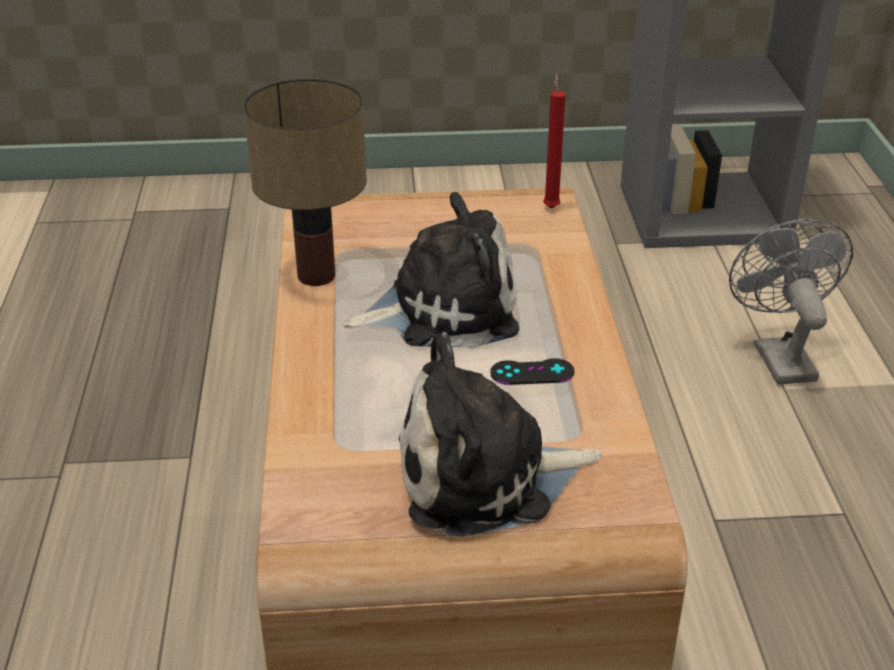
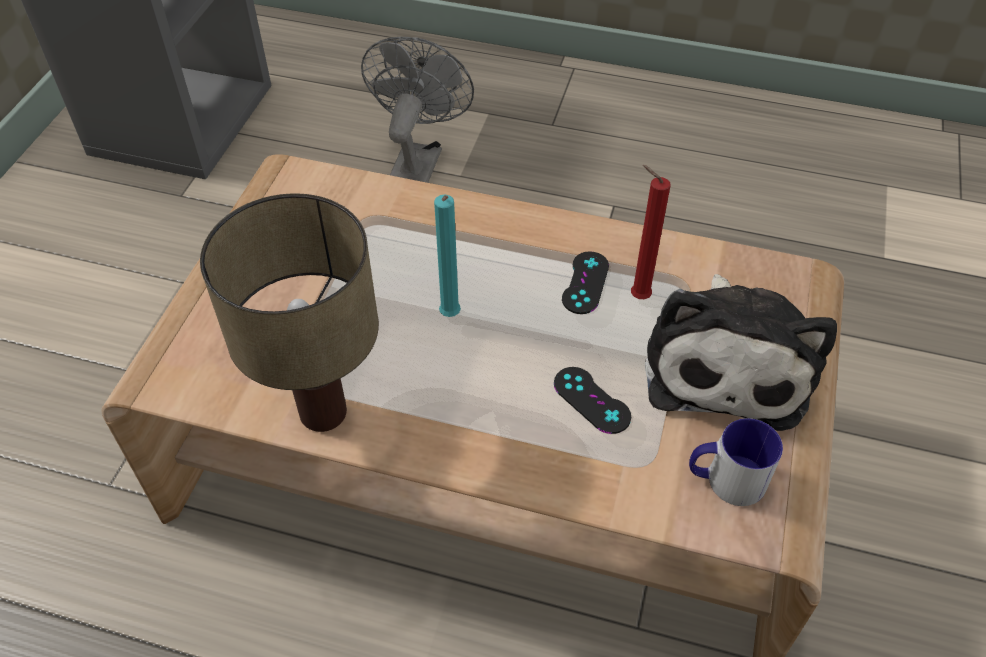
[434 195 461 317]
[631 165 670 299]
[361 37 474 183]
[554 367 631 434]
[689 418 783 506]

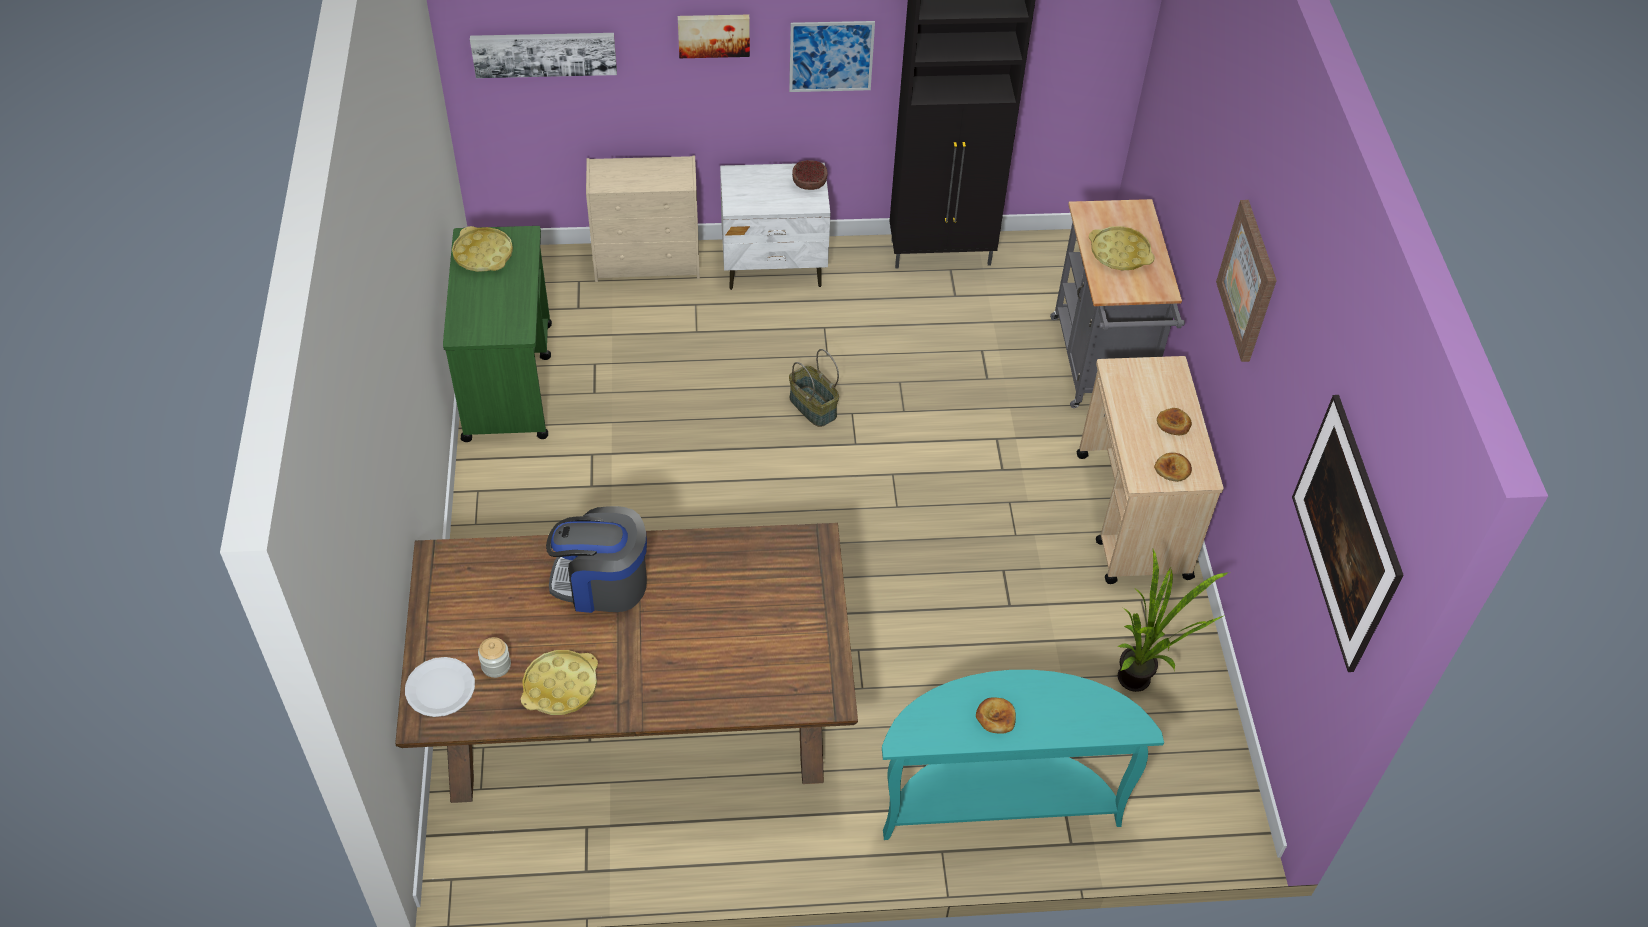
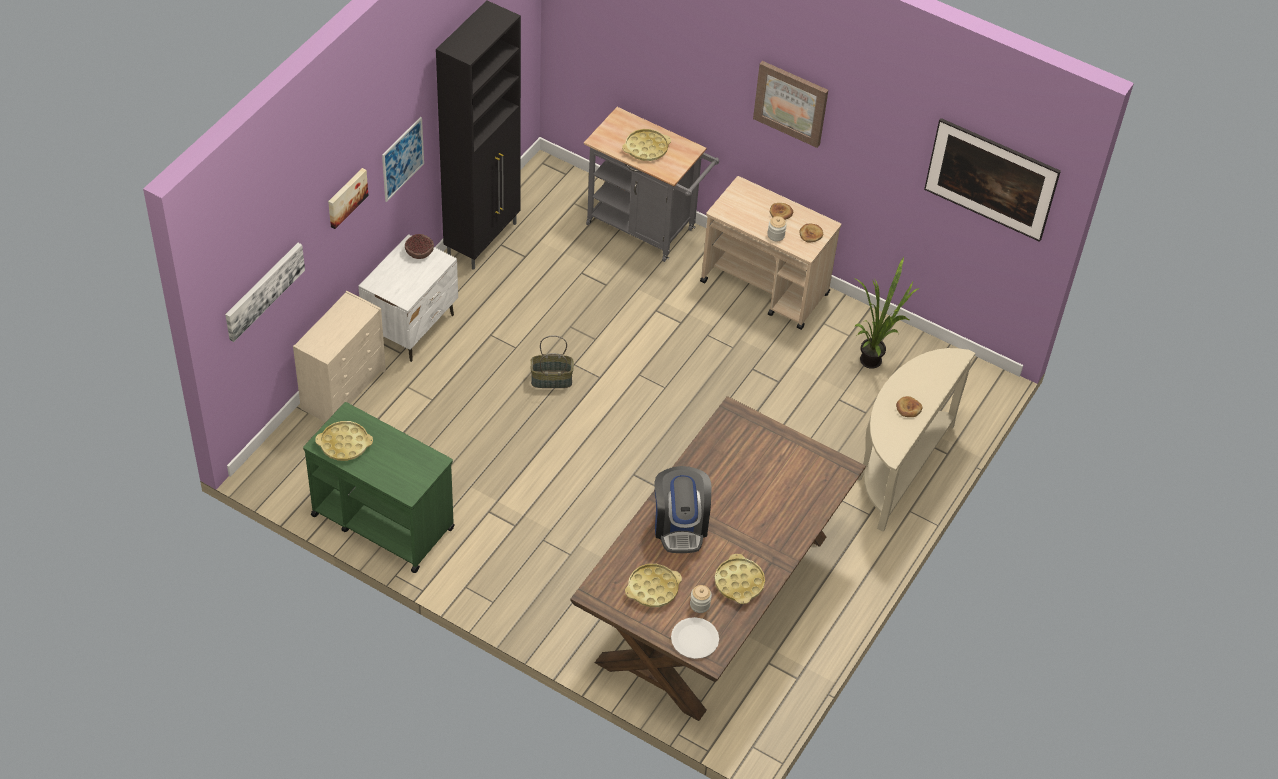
[655 466 711 553]
[858 348 975 532]
[625 564 682 607]
[767 216 787 241]

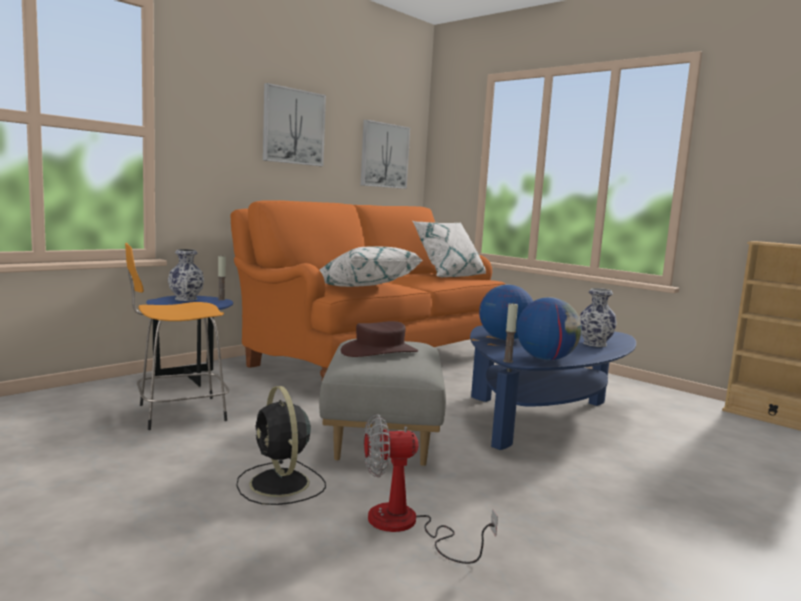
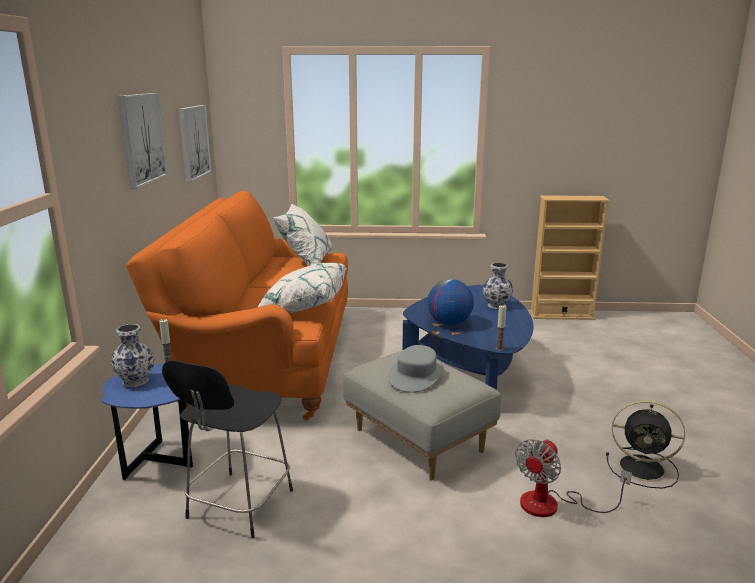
[162 360 293 539]
[606 400 685 489]
[388 345 444 392]
[517 297 582 361] (first image)

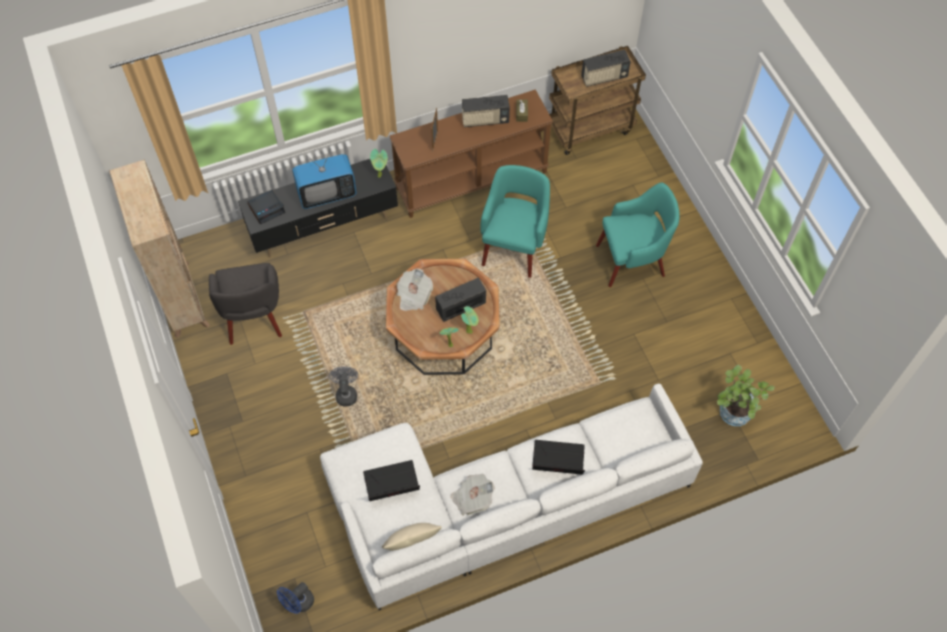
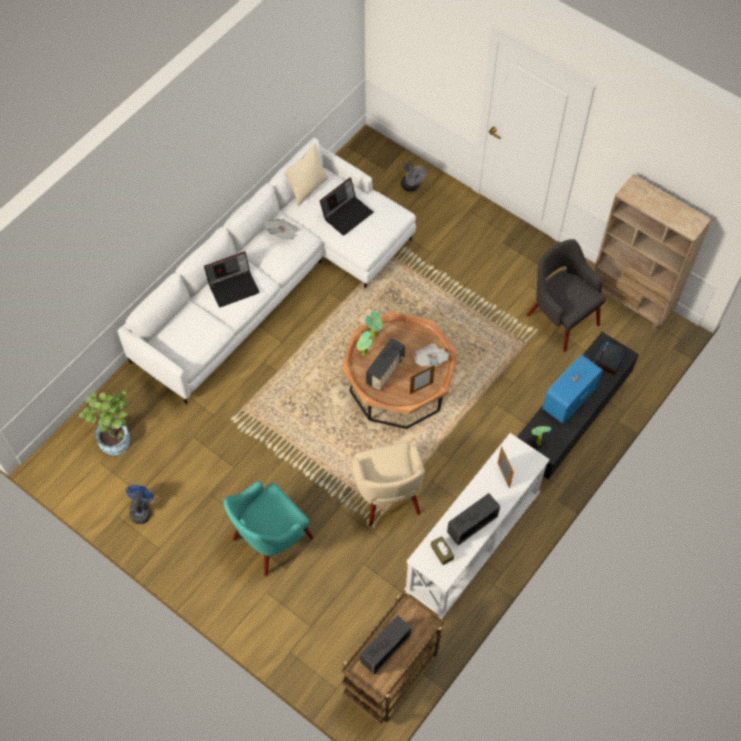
[126 485 154 524]
[401 162 427 192]
[404 433 550 619]
[352 442 425 526]
[410 365 435 394]

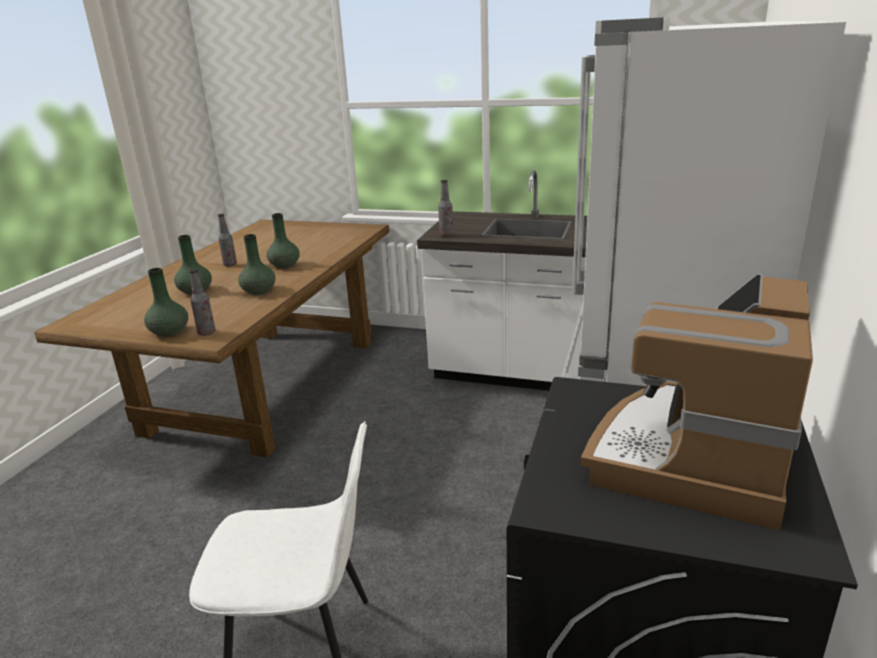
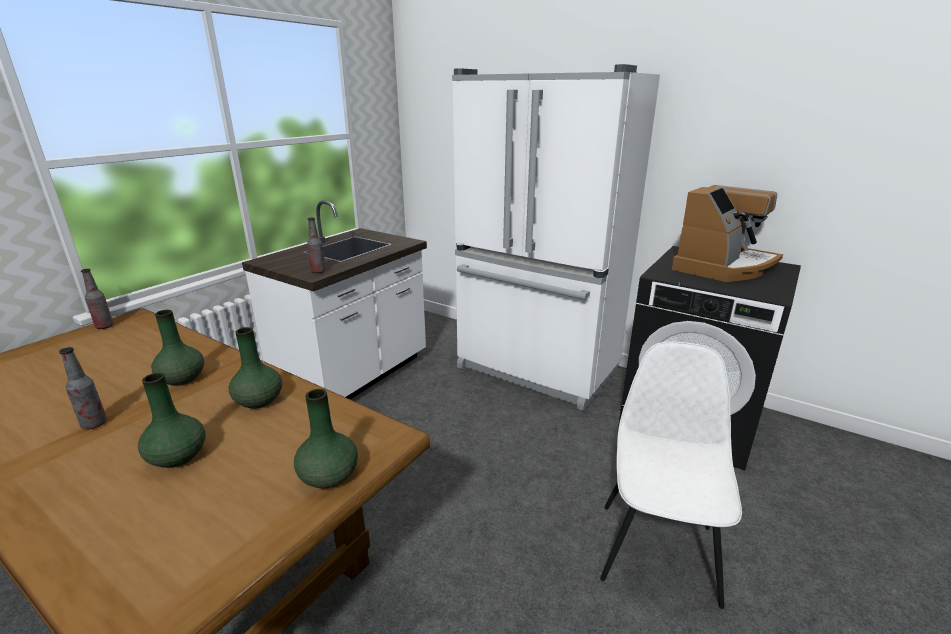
[81 269 114 329]
[672 185 783 282]

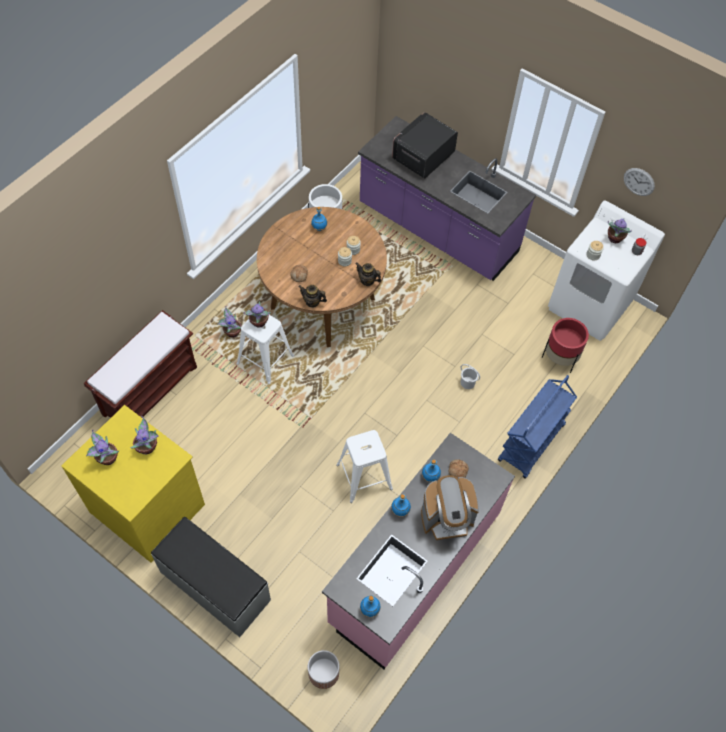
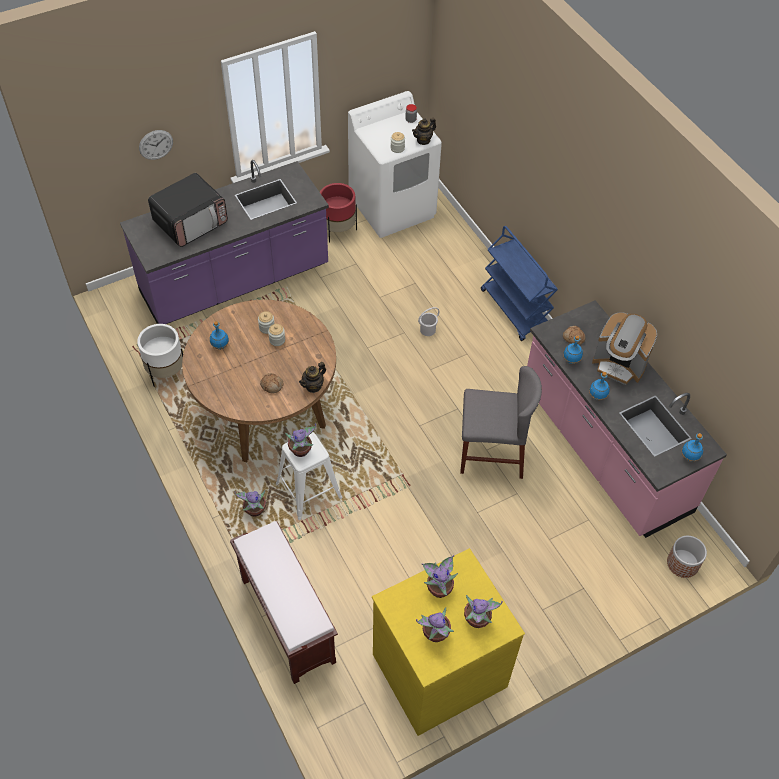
[151 517 271 637] (first image)
[460 366 542 479]
[412 118 436 145]
[148 173 228 247]
[592 312 657 385]
[320 183 357 243]
[464 595 503 628]
[139 130 173 160]

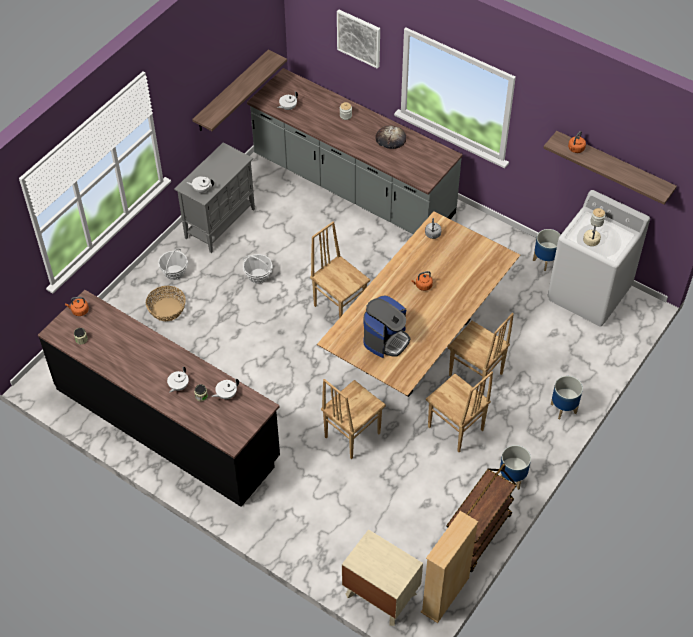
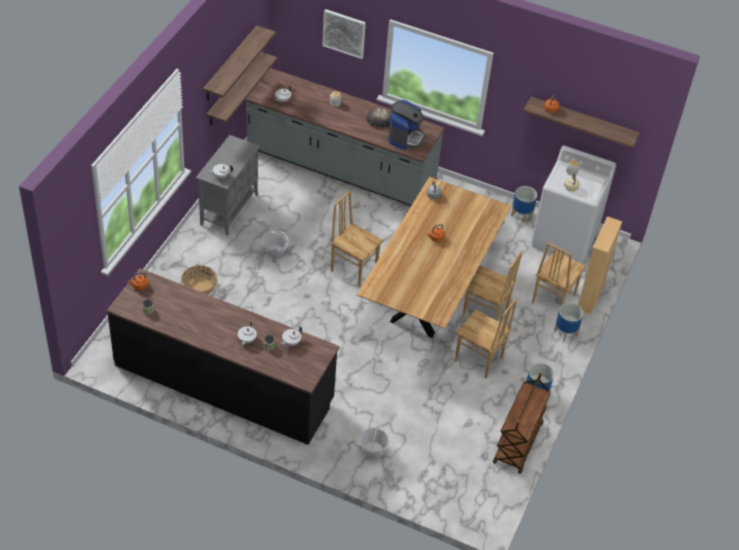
[359 425 390 458]
[532 243 586 307]
[342 529 423 626] (first image)
[388 100 425 150]
[578 216 622 315]
[203 25 276 100]

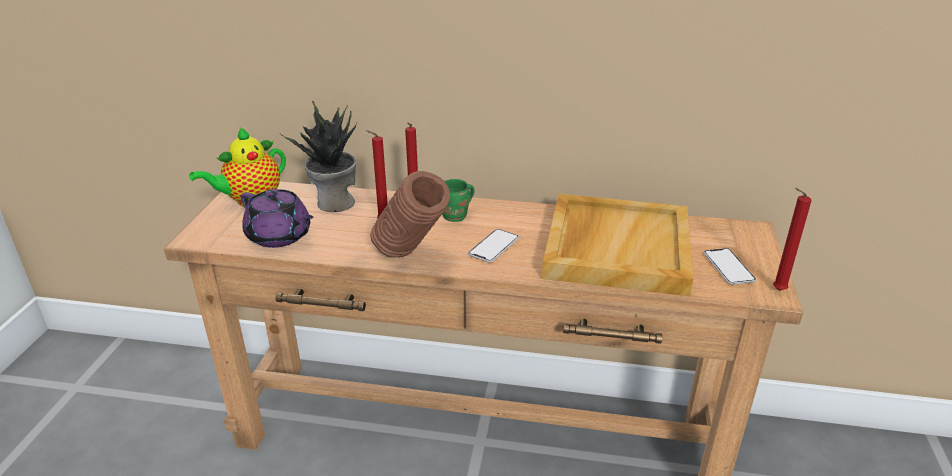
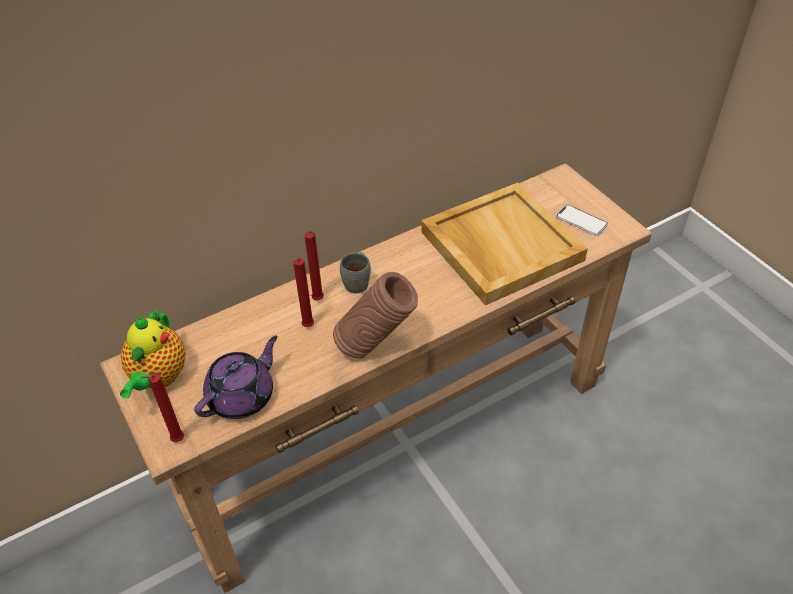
[194 336 278 419]
[281 100 358 212] (first image)
[340 252 371 294]
[468 229 519 263] (first image)
[140 373 184 442]

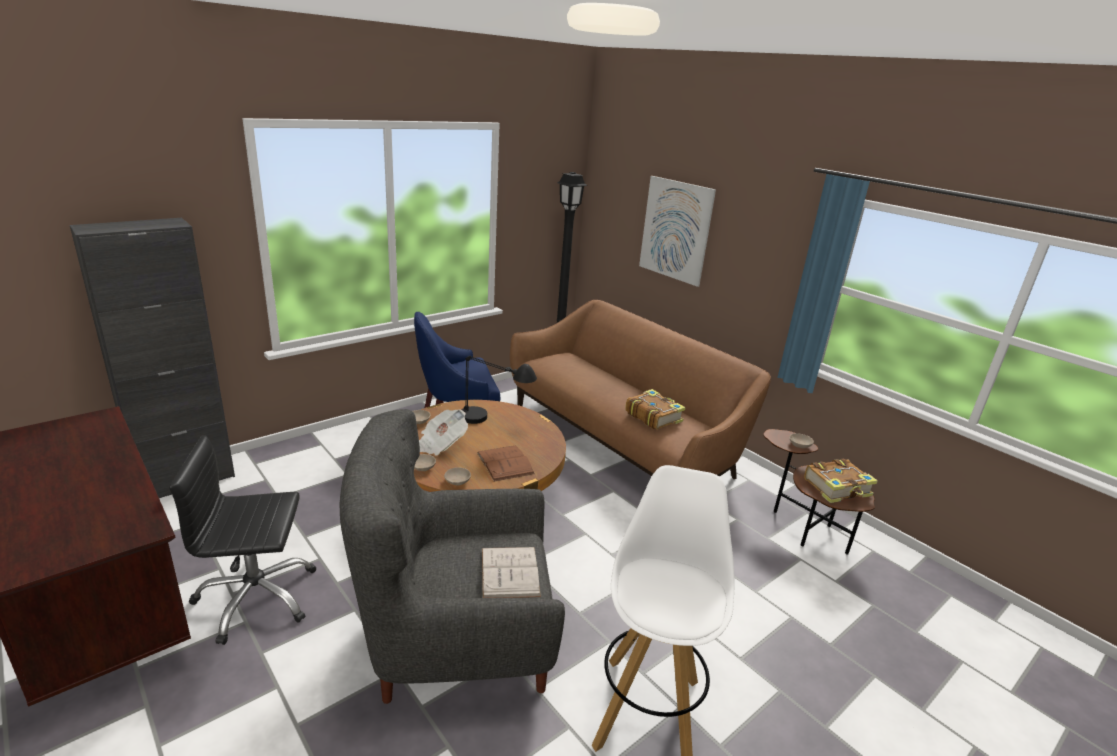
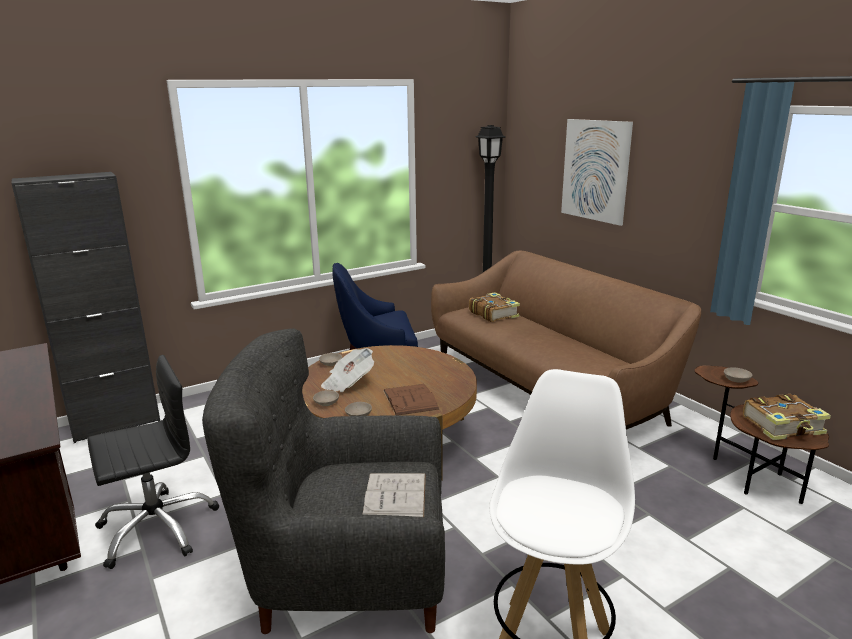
[88 355 219 569]
[462 356 537 424] (first image)
[469 292 520 322]

